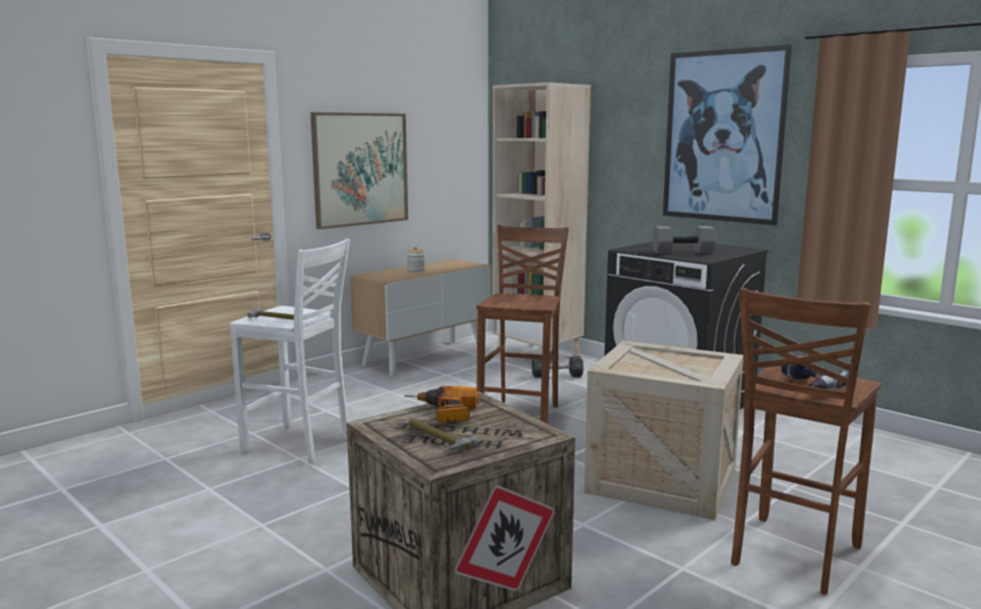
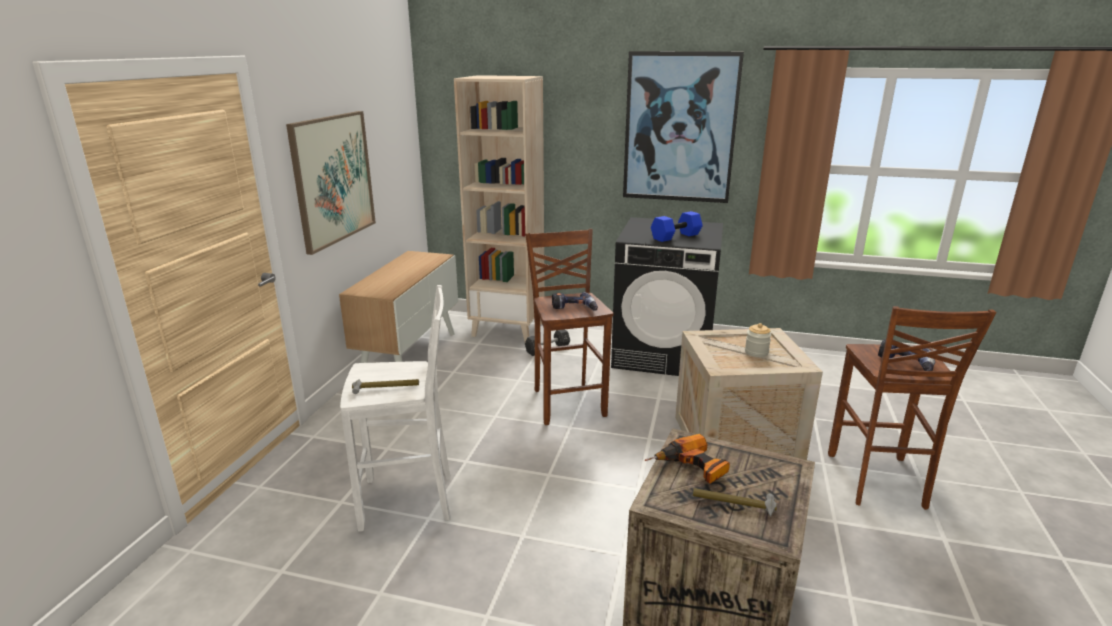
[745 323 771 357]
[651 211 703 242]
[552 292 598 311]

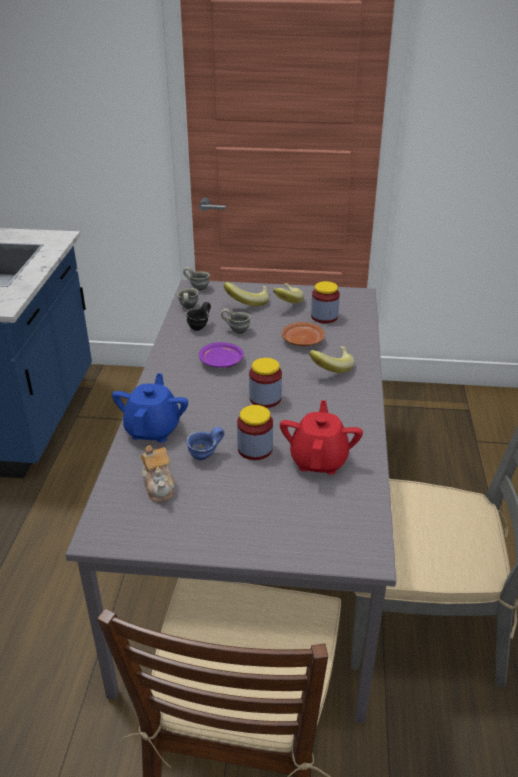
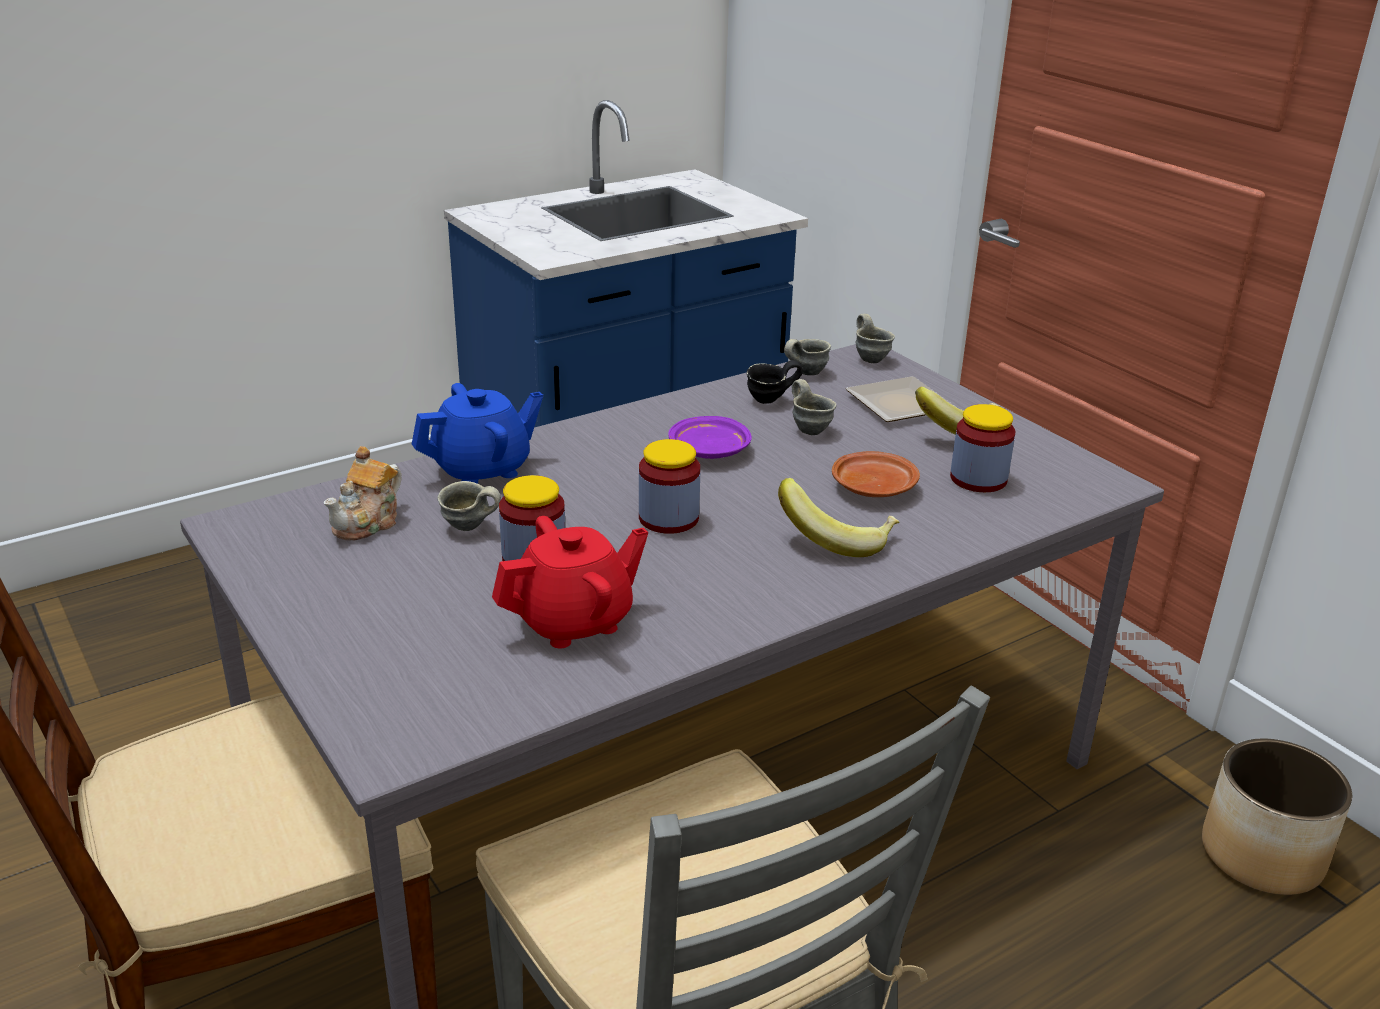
[437 481 501 531]
[846 376 956 422]
[1202 739 1352 895]

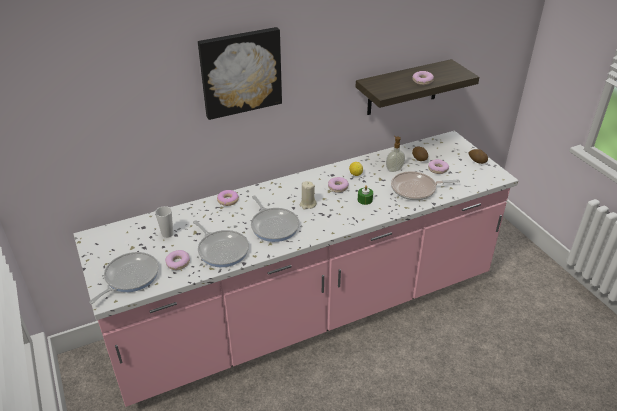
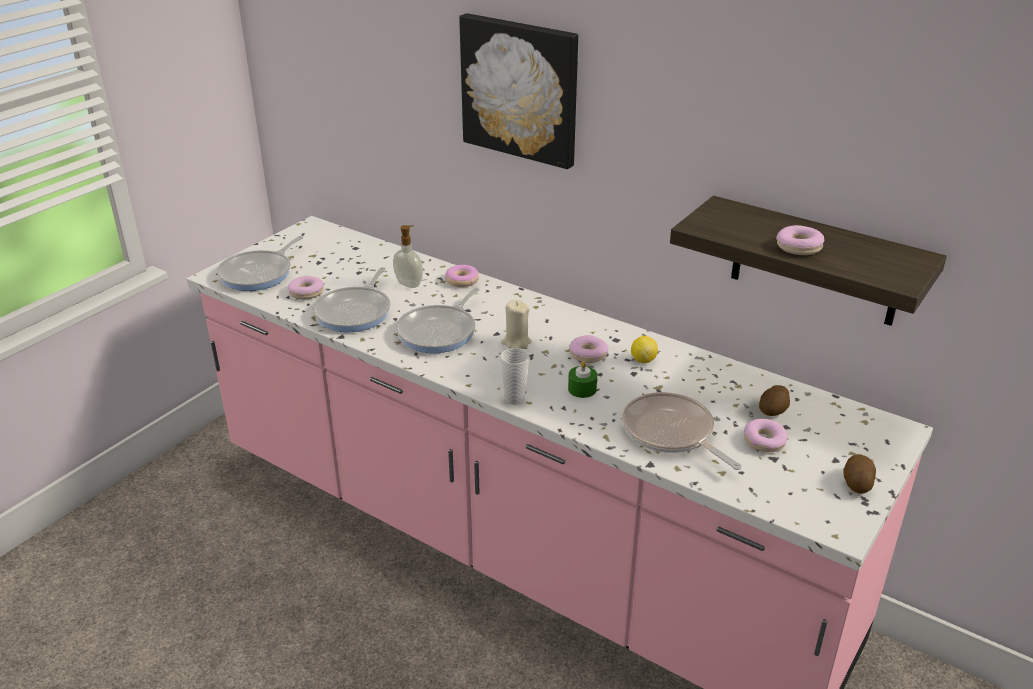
[217 236 304 291]
[500 348 529 405]
[393 225 423 288]

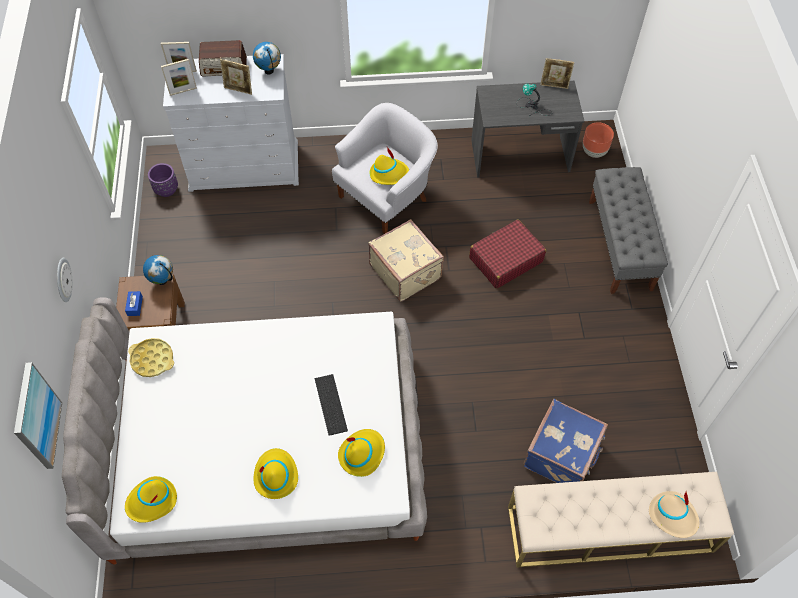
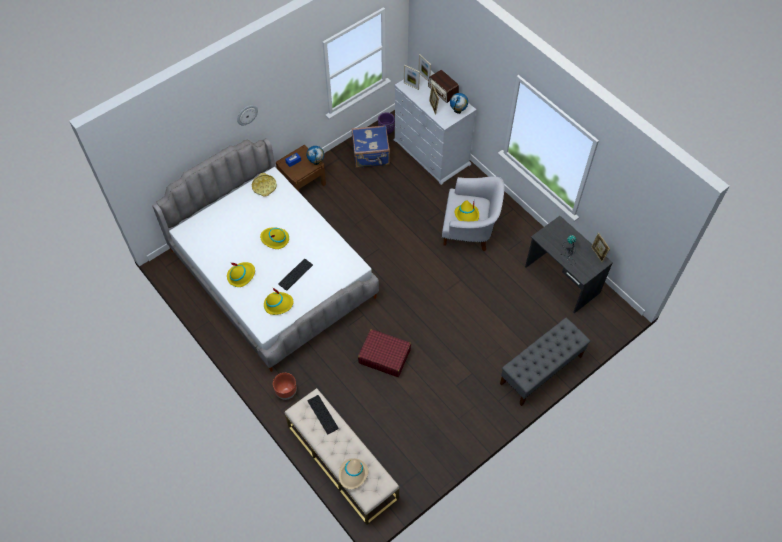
[14 362 62 469] (first image)
[260 227 289 249]
[368 219 444 302] (first image)
[358 329 411 377]
[351 125 390 168]
[273 373 297 400]
[307 395 339 434]

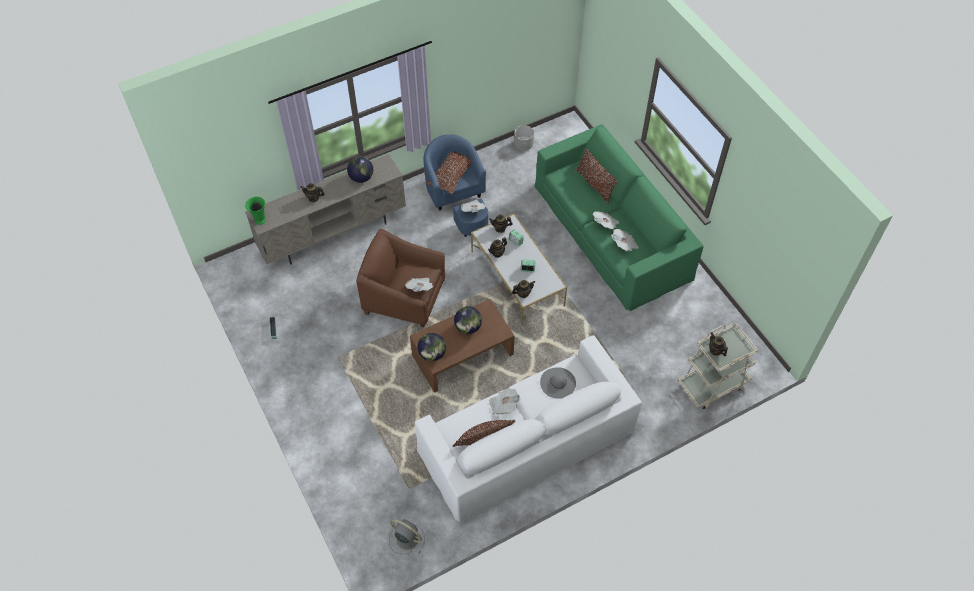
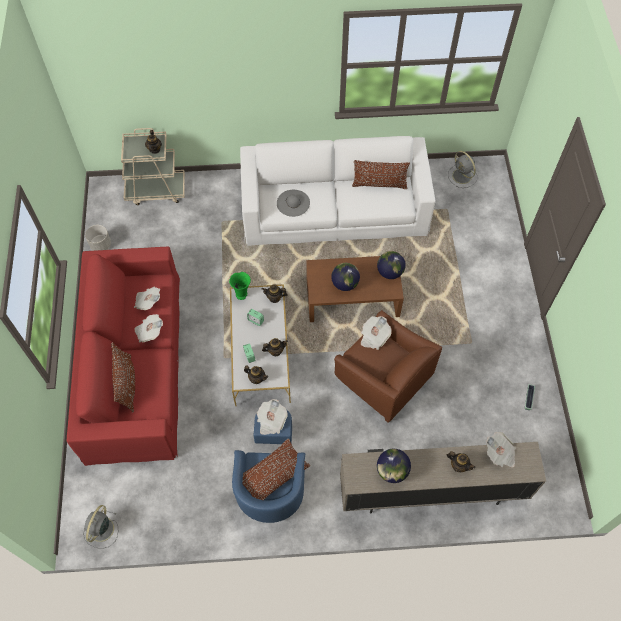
[229 272 251 300]
[486 432 516 468]
[85 225 111 251]
[67 247 180 466]
[83 505 118 548]

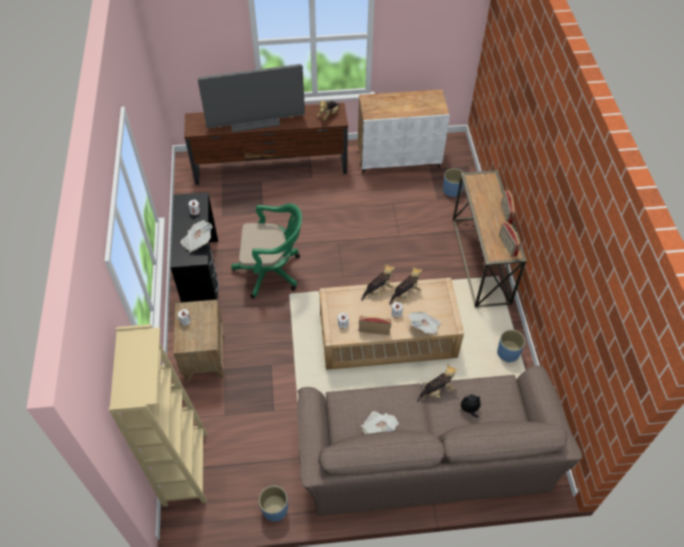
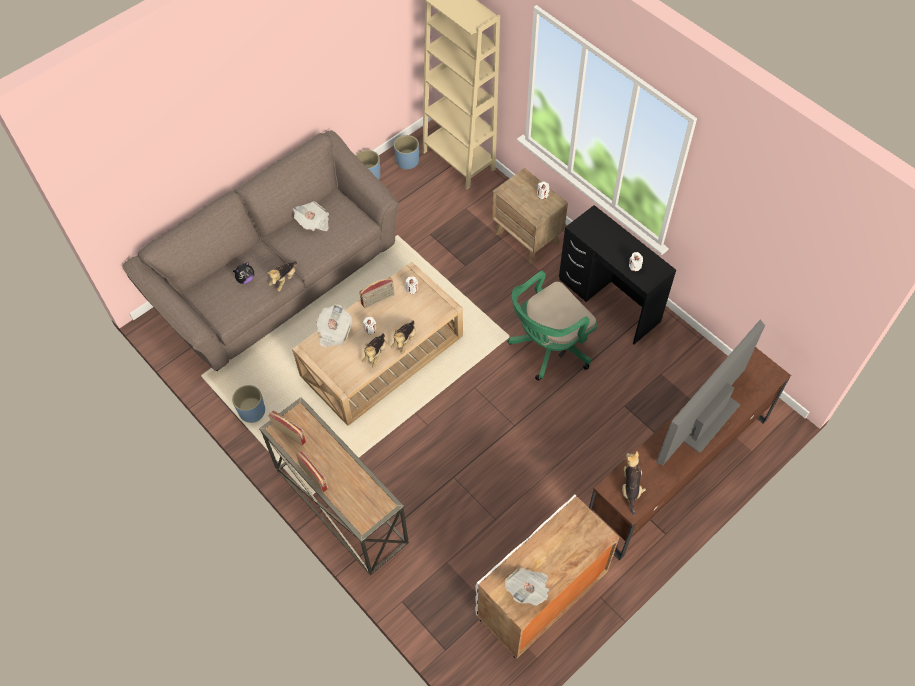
[505 567 549 605]
[394 135 419 170]

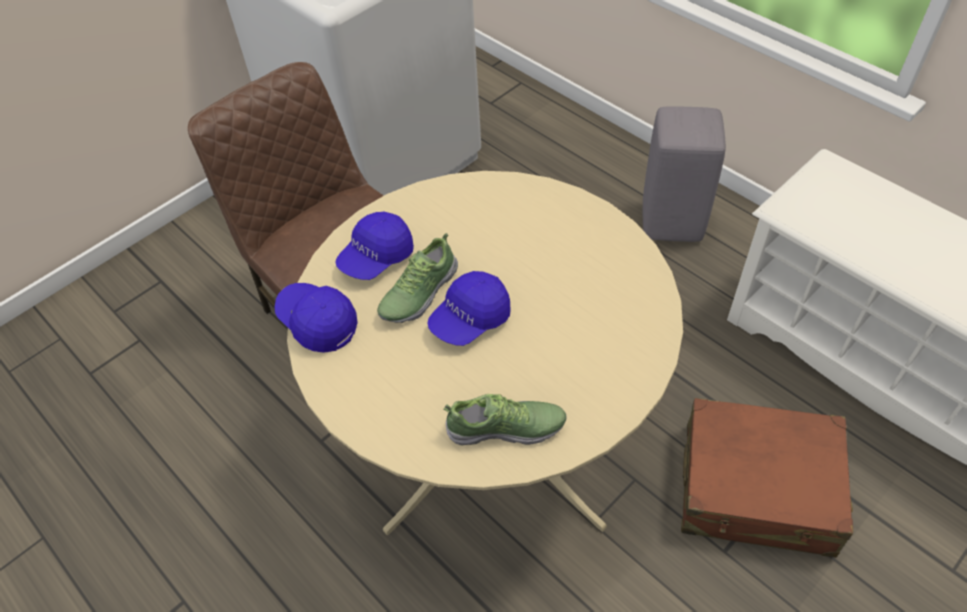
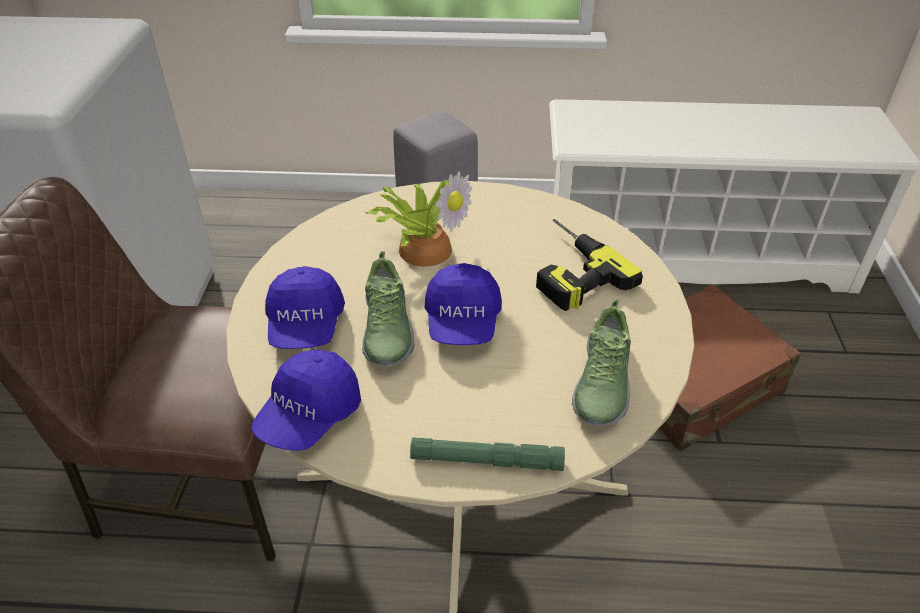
[252 349 361 451]
[572 299 631 426]
[365 171 472 267]
[410 437 565 471]
[536 219 643 311]

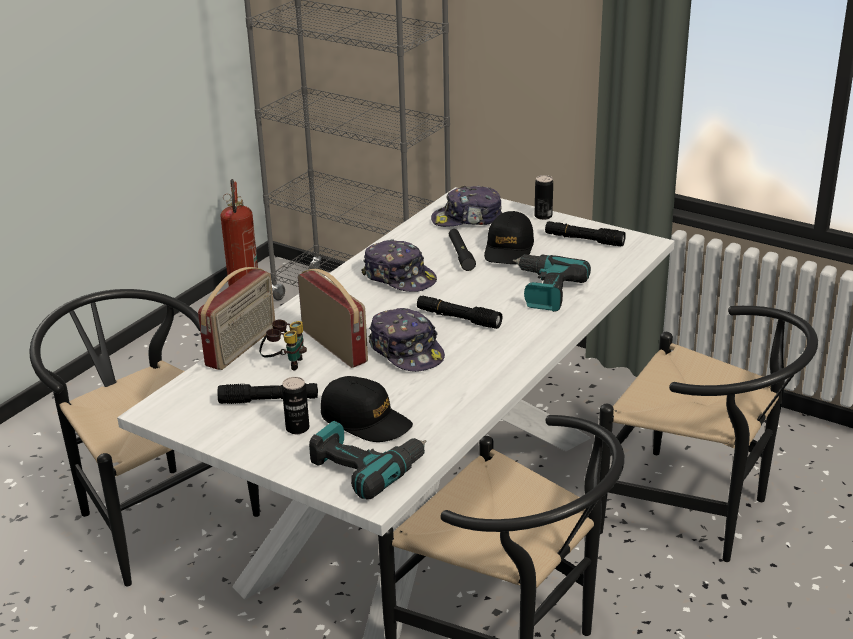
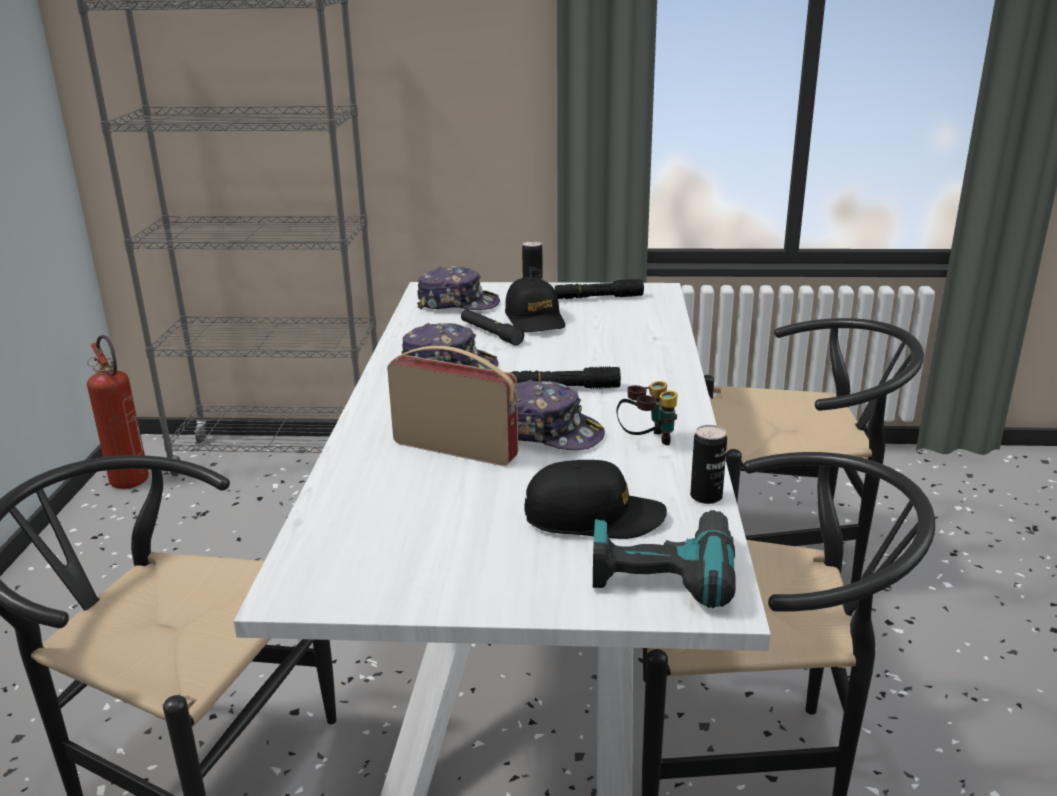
[198 267 275 370] (first image)
[217 383 318 404] (first image)
[616 381 678 445]
[690 425 727 504]
[417 266 500 310]
[513 254 591 312] (first image)

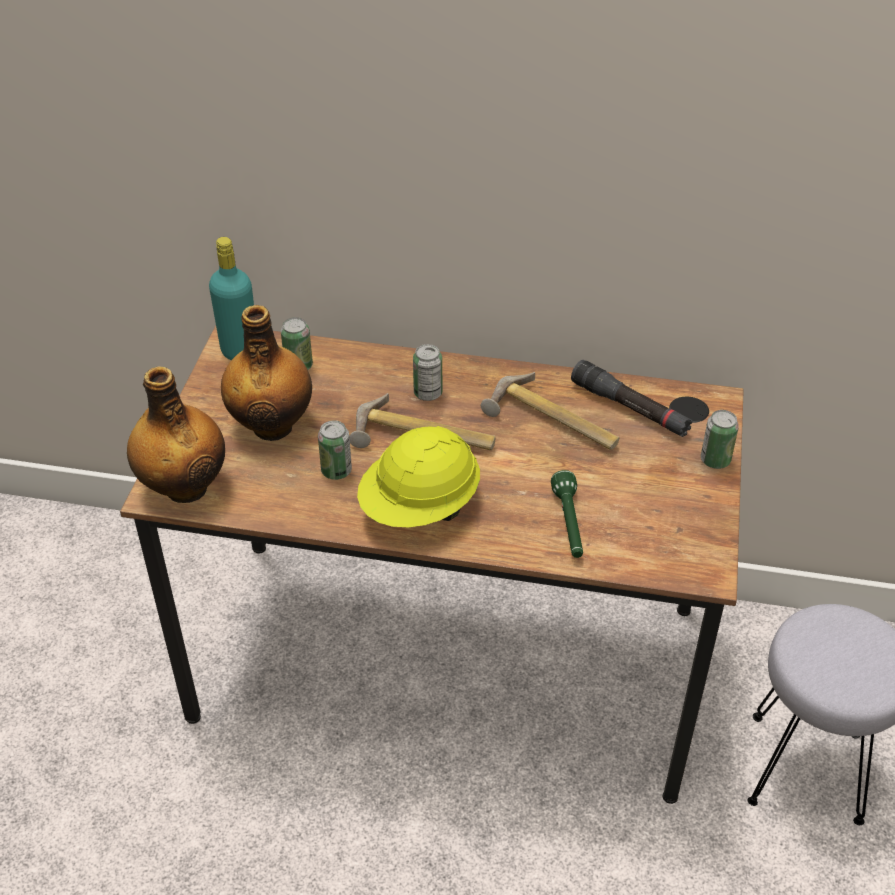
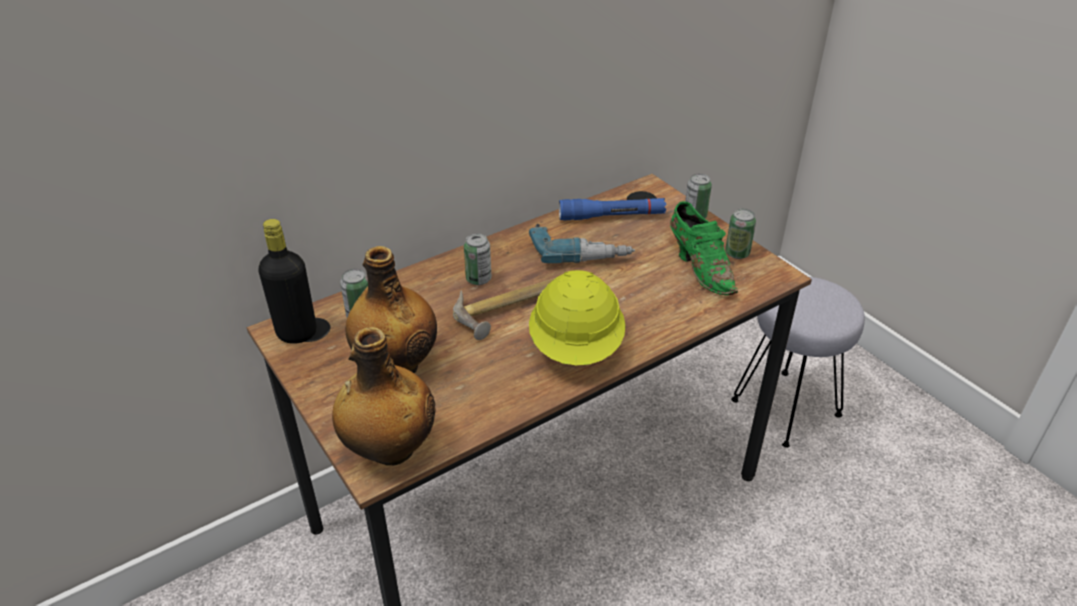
[258 219 317 344]
[725 209 756 259]
[529 224 635 263]
[551 470 583 558] (first image)
[559 198 666 220]
[670 201 738 295]

